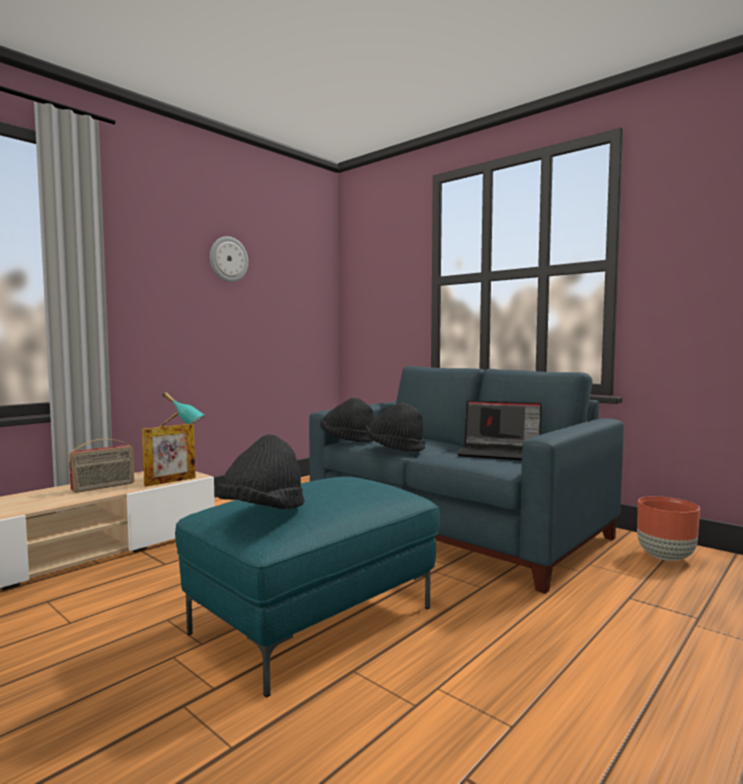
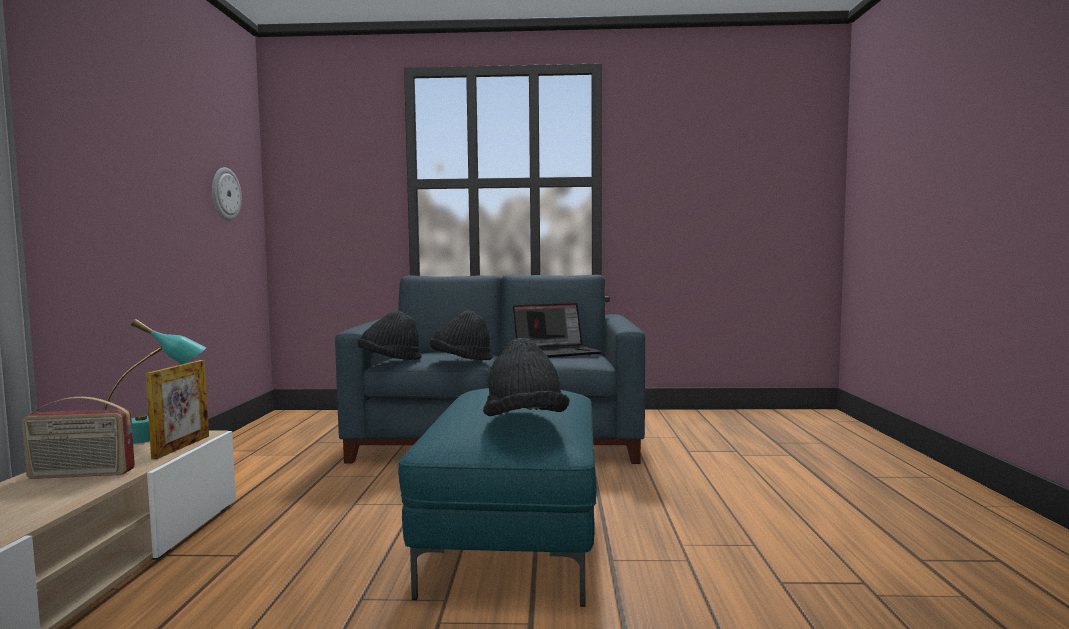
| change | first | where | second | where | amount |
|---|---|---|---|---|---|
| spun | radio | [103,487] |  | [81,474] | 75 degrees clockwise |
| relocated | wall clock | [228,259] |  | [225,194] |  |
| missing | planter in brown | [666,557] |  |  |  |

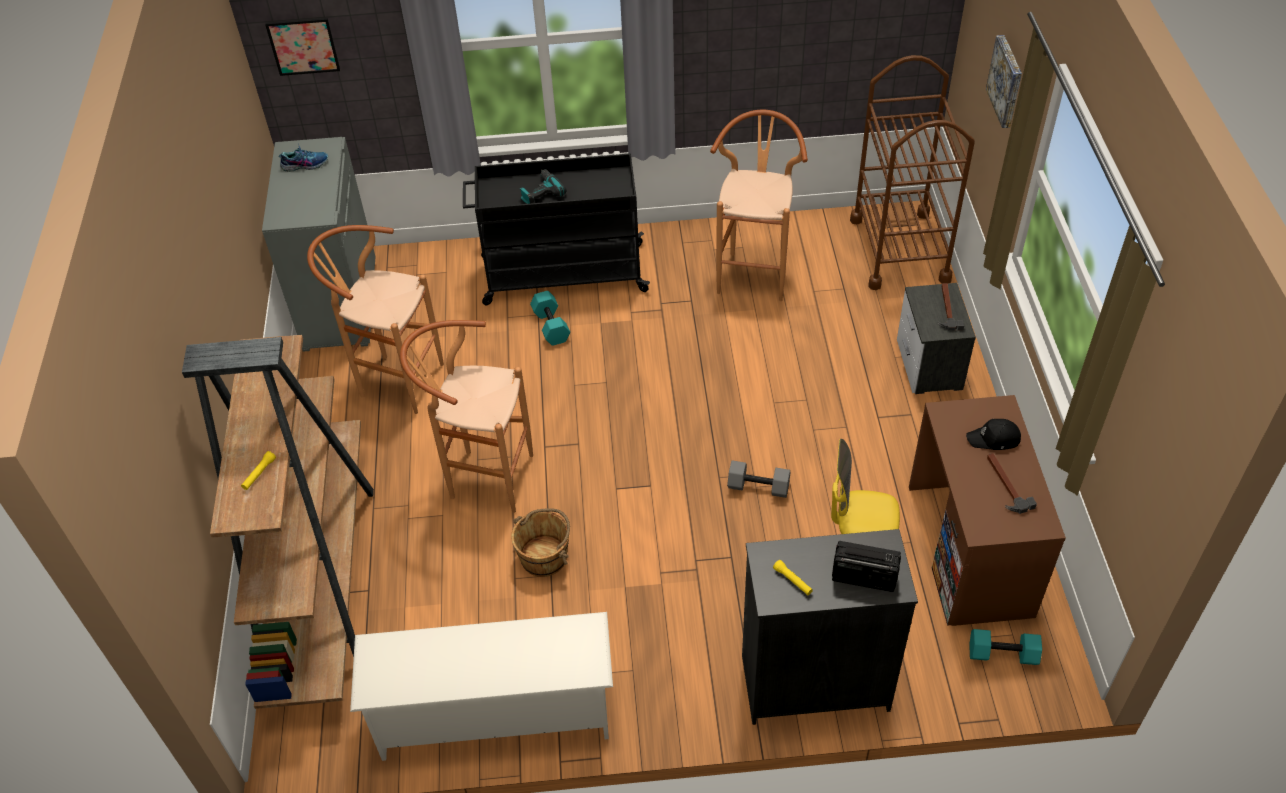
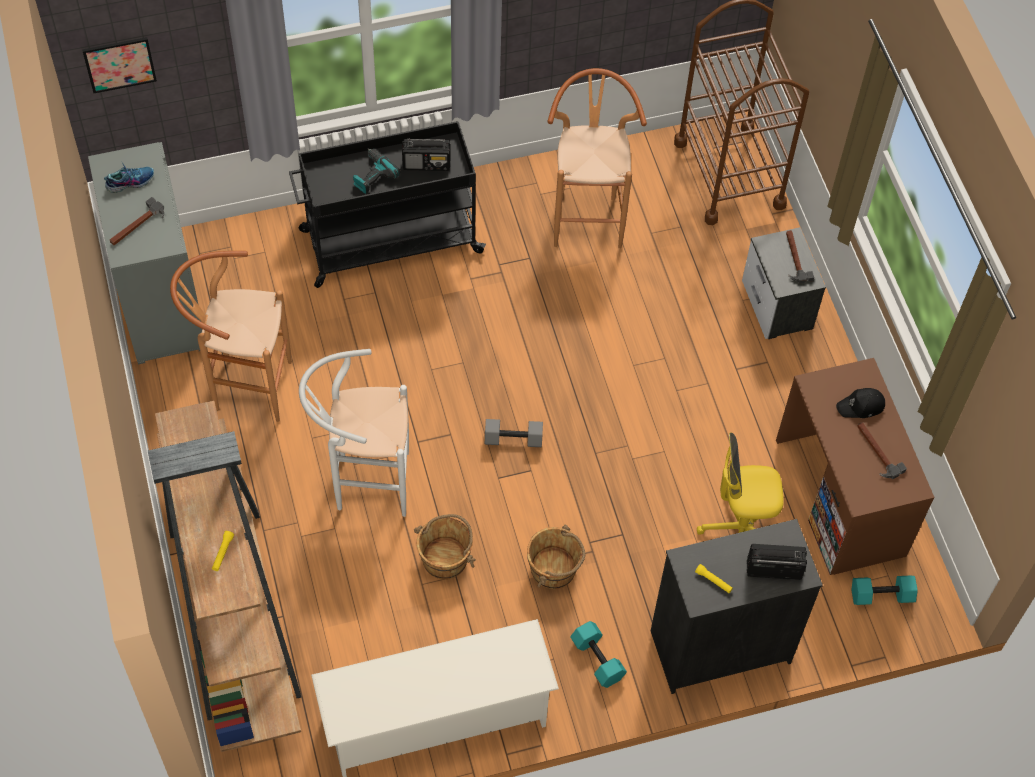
| change | first | where | second | where | amount |
|---|---|---|---|---|---|
| appeared |  |  | hammer | [137,225] |  |
| colour | stool in brown | [483,477] | stool in white | [364,483] |  |
| appeared |  |  | radio | [427,164] |  |
| relocated | dumbbell in grey | [759,486] |  | [514,438] |  |
| appeared |  |  | bucket in brown | [554,569] |  |
| relocated | dumbbell in turquoise | [550,326] |  | [596,659] |  |
| missing | picture | [1007,81] |  |  |  |

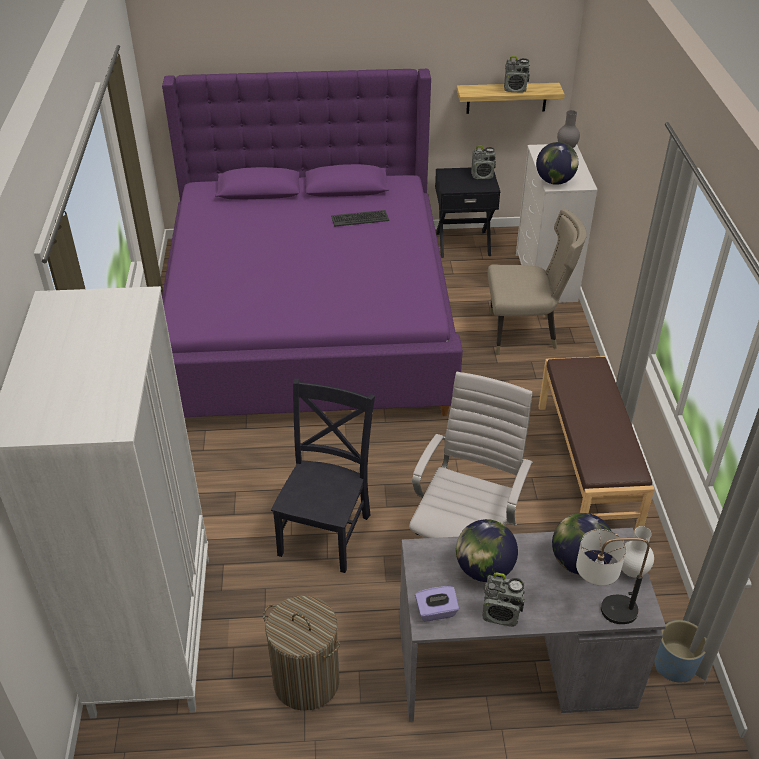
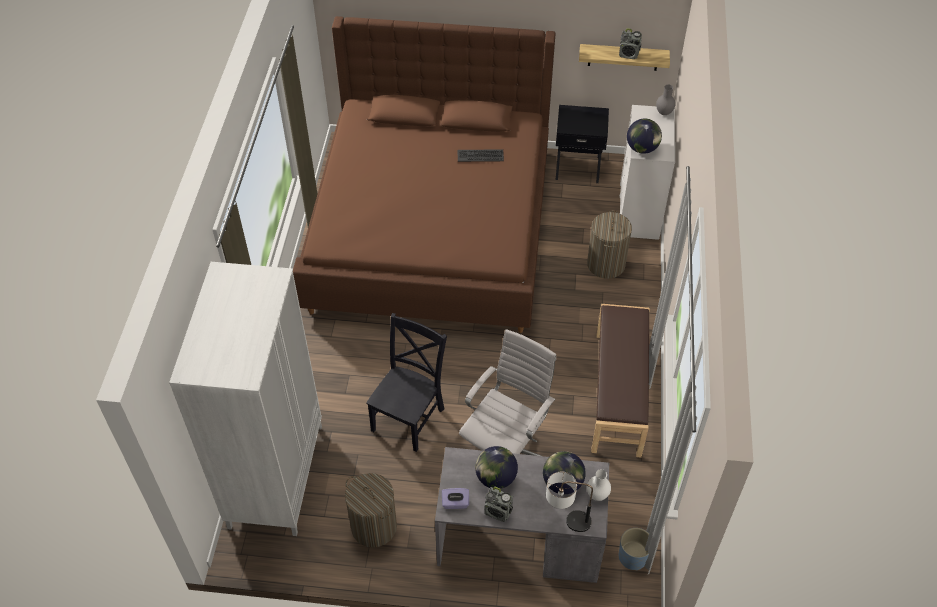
| change | first | where | second | where | amount |
|---|---|---|---|---|---|
| colour | bed in purple | [309,320] | bed in brown | [432,229] |  |
| exchanged | chair in beige | [525,333] | laundry basket | [606,264] |  |
| missing | radio | [482,176] |  |  |  |

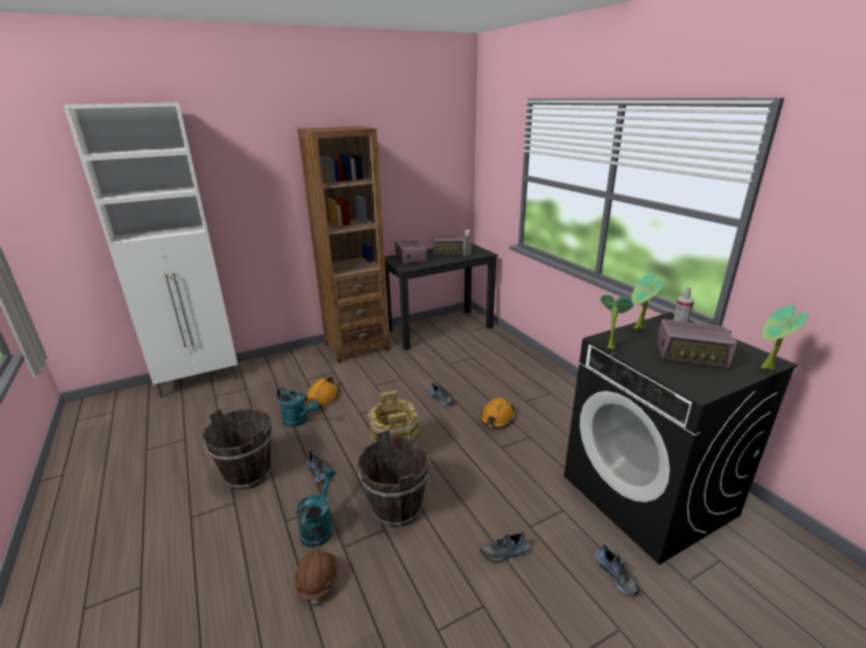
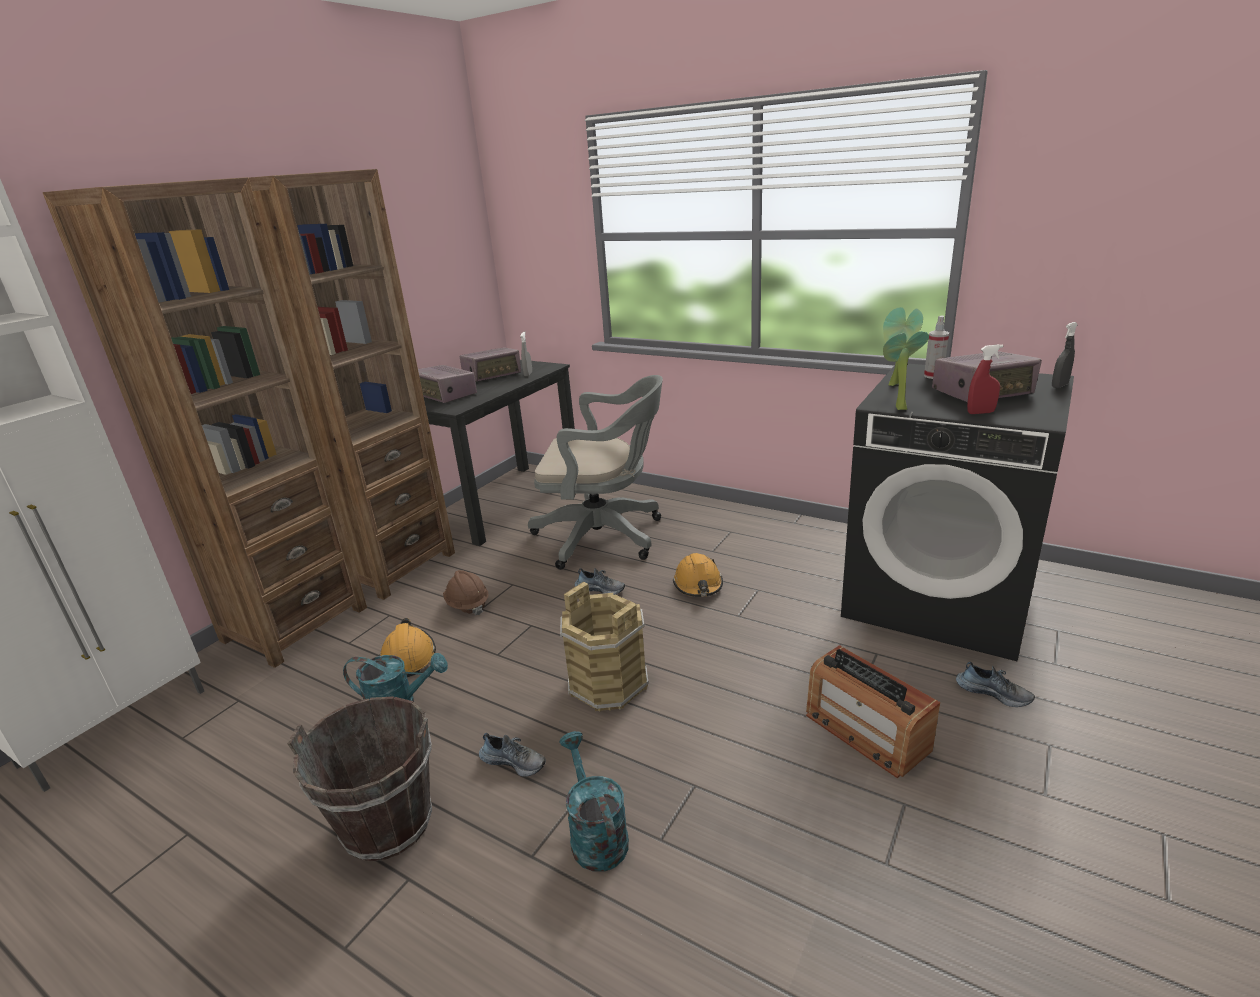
| change | first | where | second | where | amount |
|---|---|---|---|---|---|
| appeared |  |  | bookcase in brown | [294,624] |  |
| relocated | hard hat in brown | [317,582] |  | [467,605] |  |
| appeared |  |  | office chair in grey | [605,536] |  |
| exchanged | shoe | [505,553] | radio | [866,732] |  |
| appeared |  |  | spray bottle in red | [981,412] |  |
| exchanged | potted plant | [767,369] | spray bottle in grey | [1059,386] |  |
| missing | bucket in brown | [396,508] |  |  |  |

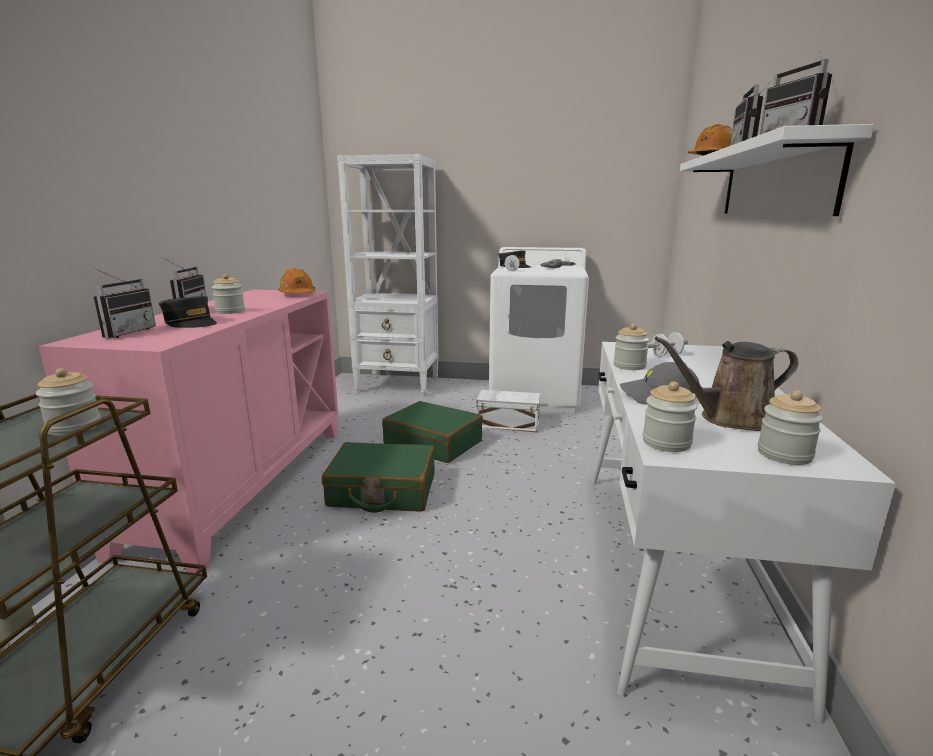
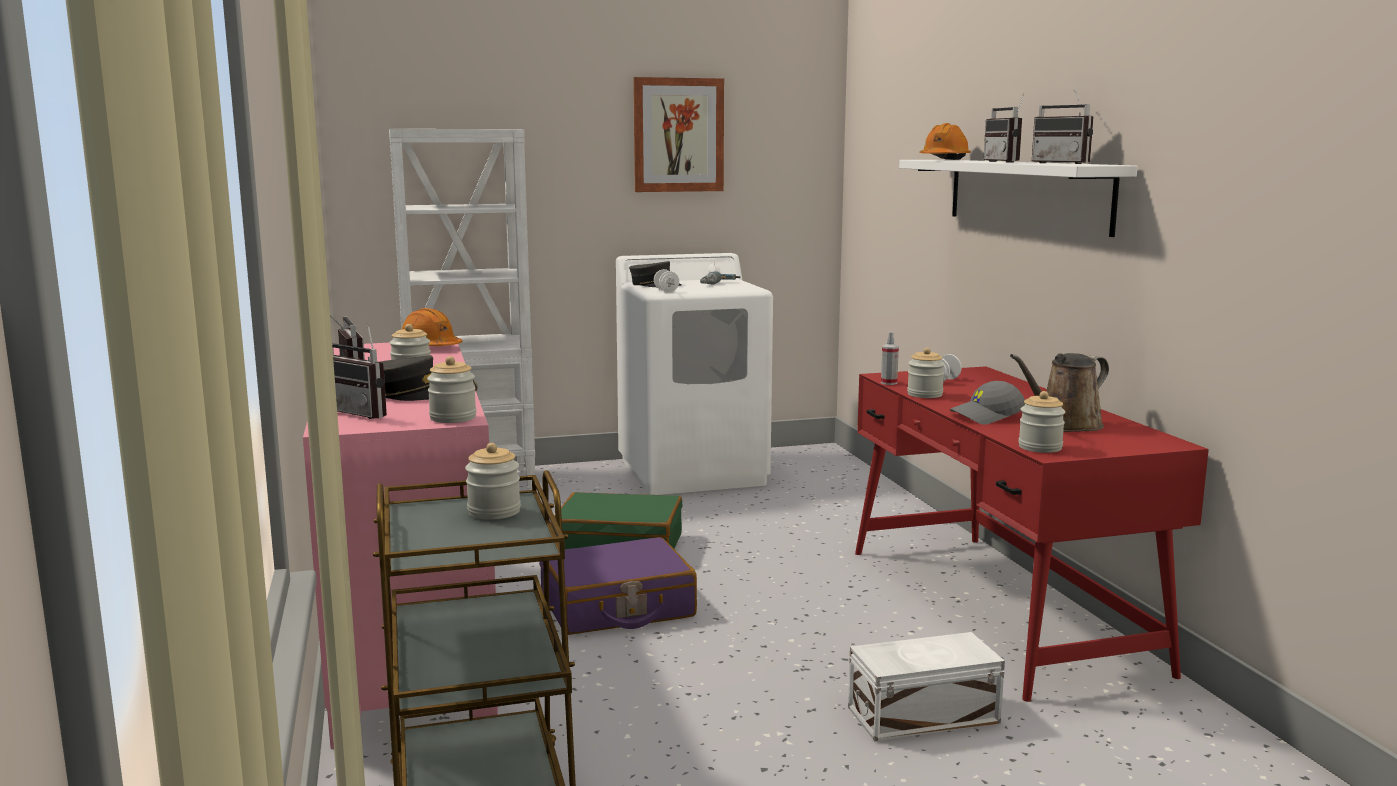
| change | first | where | second | where | amount |
|---|---|---|---|---|---|
| spun | radio | [125,332] |  | [363,412] | 135 degrees clockwise |
| relocated | jar | [784,454] |  | [453,418] |  |
| colour | suitcase in green | [382,491] | suitcase in purple | [617,607] |  |
| appeared |  |  | picture | [678,135] |  |
| relocated | storage box in white | [507,424] |  | [920,714] |  |
| colour | desk in white | [671,566] | desk in red | [996,608] |  |
| appeared |  |  | spray bottle | [889,383] |  |

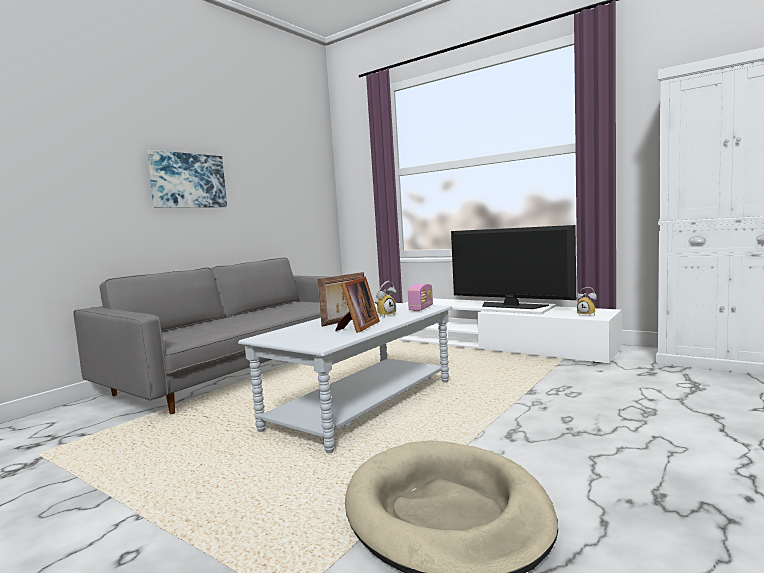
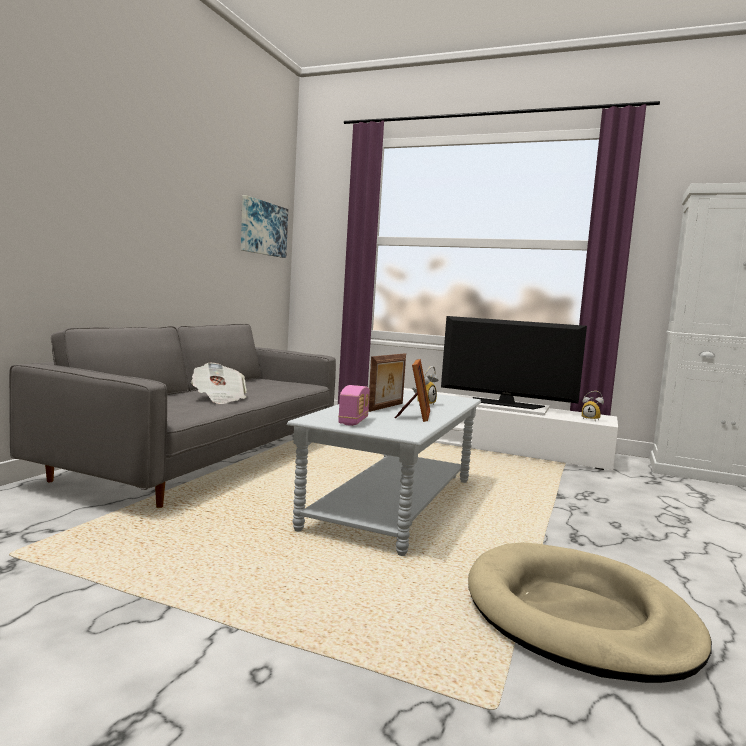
| change | first | where | second | where | amount |
|---|---|---|---|---|---|
| appeared |  |  | newspaper | [219,398] |  |
| relocated | picture | [187,180] |  | [263,228] |  |
| relocated | radio | [421,308] |  | [353,421] |  |

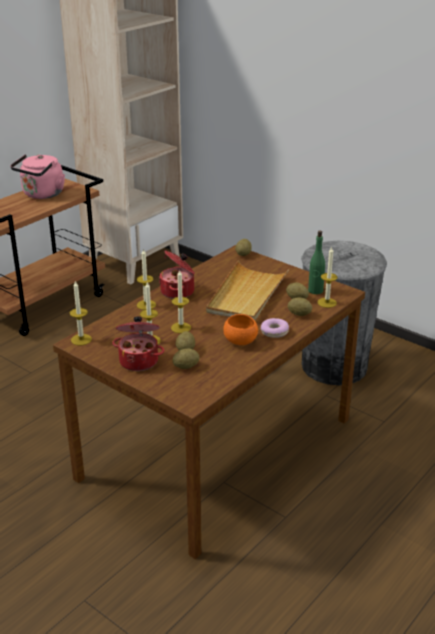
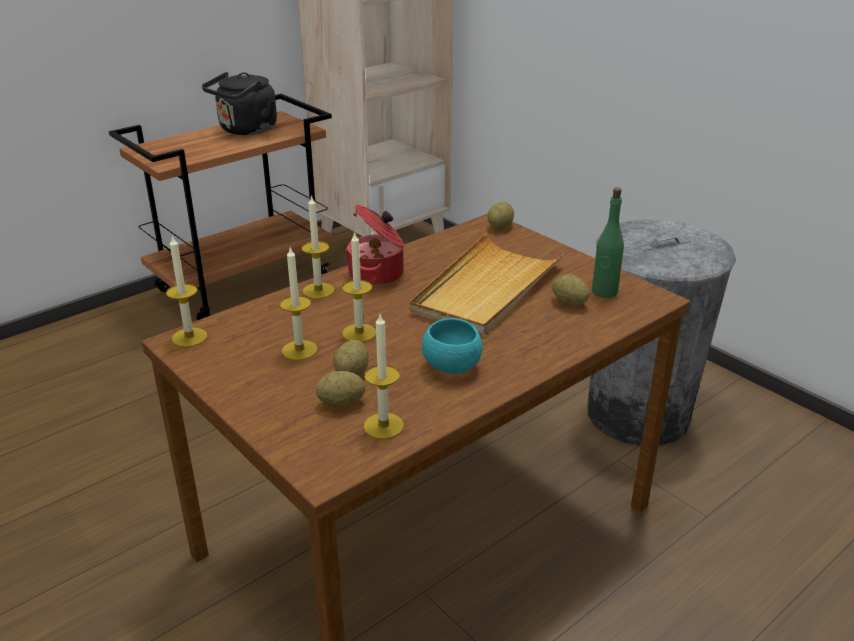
| change | first | where | second | where | amount |
|---|---|---|---|---|---|
| colour | kettle in pink | [42,195] | kettle in black | [246,130] |  |
| relocated | candle | [327,302] |  | [383,426] |  |
| colour | bowl in orange | [240,341] | bowl in turquoise | [451,367] |  |
| missing | cooking pot | [139,360] |  |  |  |
| missing | donut | [274,332] |  |  |  |
| missing | potato | [299,314] |  |  |  |

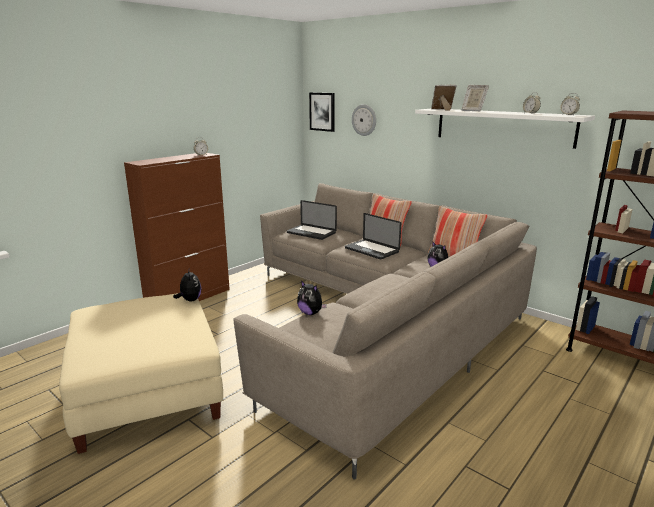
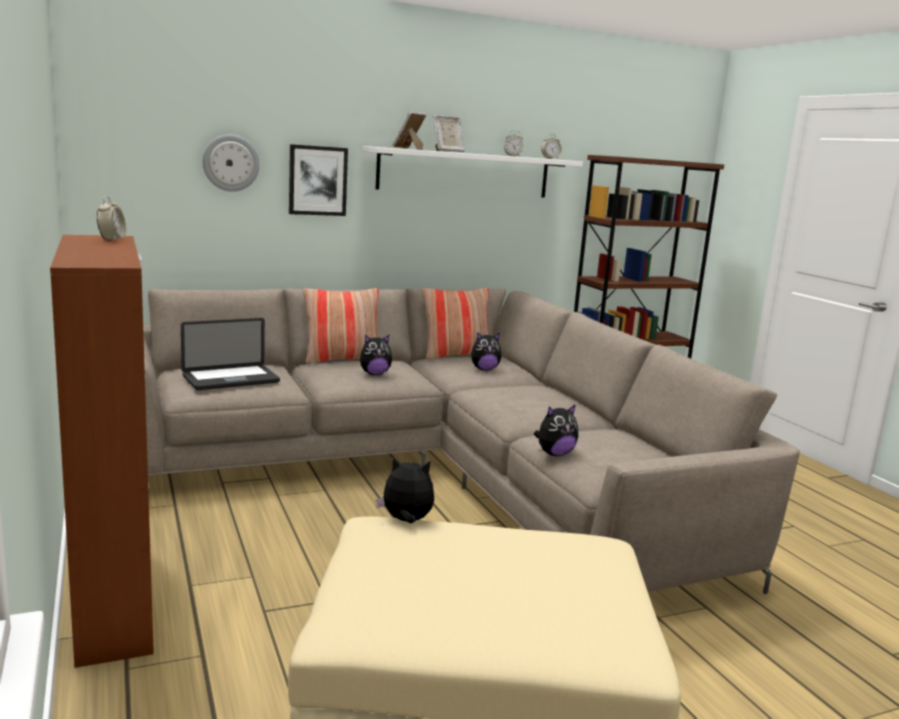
| change | first | where | second | where | amount |
|---|---|---|---|---|---|
| relocated | picture | [322,111] |  | [317,180] |  |
| exchanged | laptop | [371,250] | plush toy | [374,374] |  |

